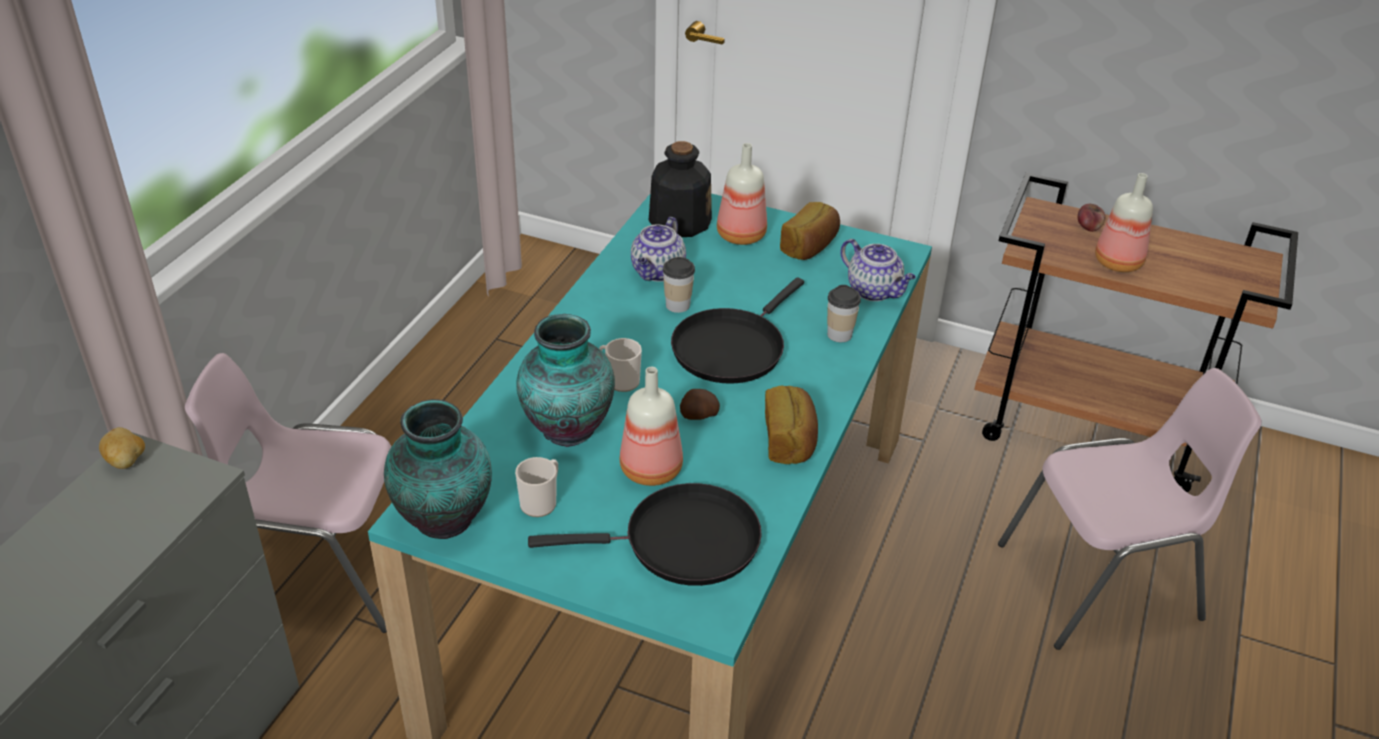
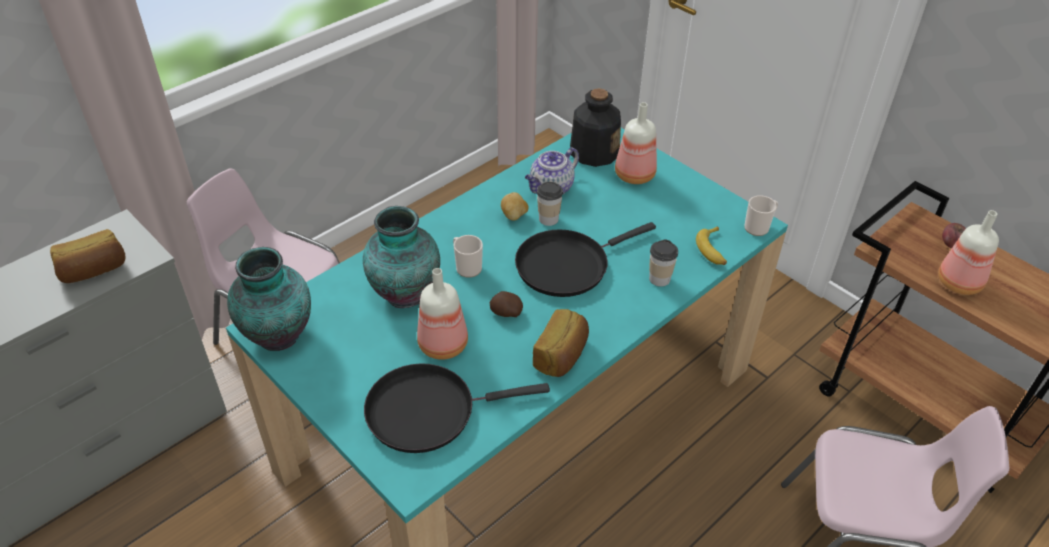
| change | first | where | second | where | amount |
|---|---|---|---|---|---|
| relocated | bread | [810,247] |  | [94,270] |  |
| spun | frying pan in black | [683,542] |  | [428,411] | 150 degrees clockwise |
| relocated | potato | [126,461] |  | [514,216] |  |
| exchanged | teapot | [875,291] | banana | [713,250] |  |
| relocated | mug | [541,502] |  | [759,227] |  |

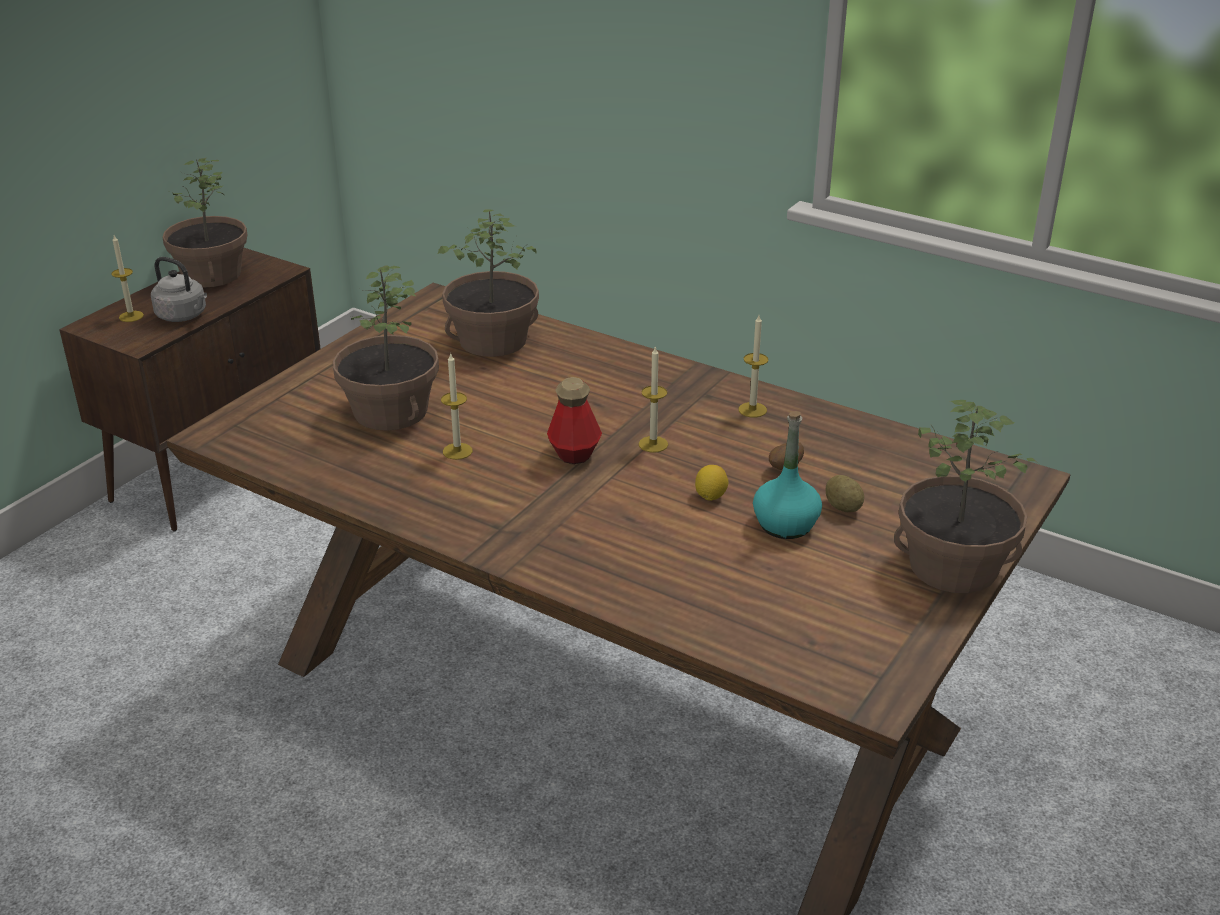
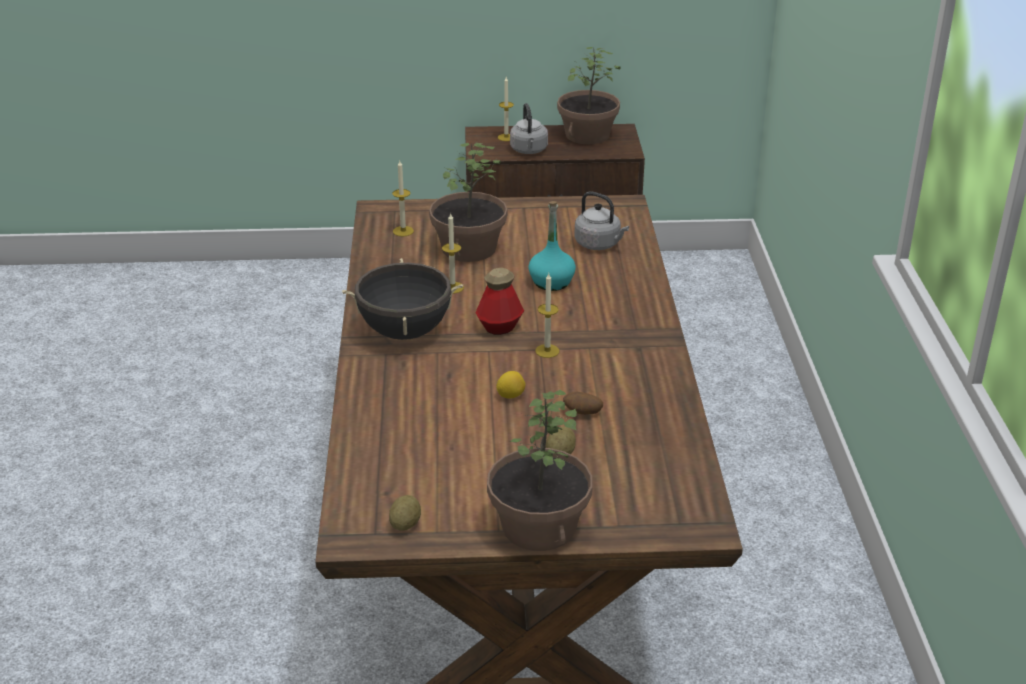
| change | first | where | second | where | amount |
|---|---|---|---|---|---|
| appeared |  |  | cooking pot in black | [405,332] |  |
| appeared |  |  | potato | [405,524] |  |
| relocated | candle | [752,410] |  | [403,231] |  |
| relocated | bottle in turquoise | [785,524] |  | [551,282] |  |
| exchanged | potted plant | [493,340] | kettle in grey | [599,244] |  |

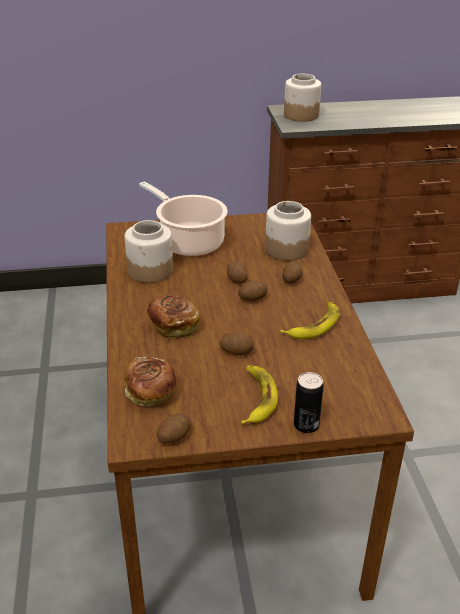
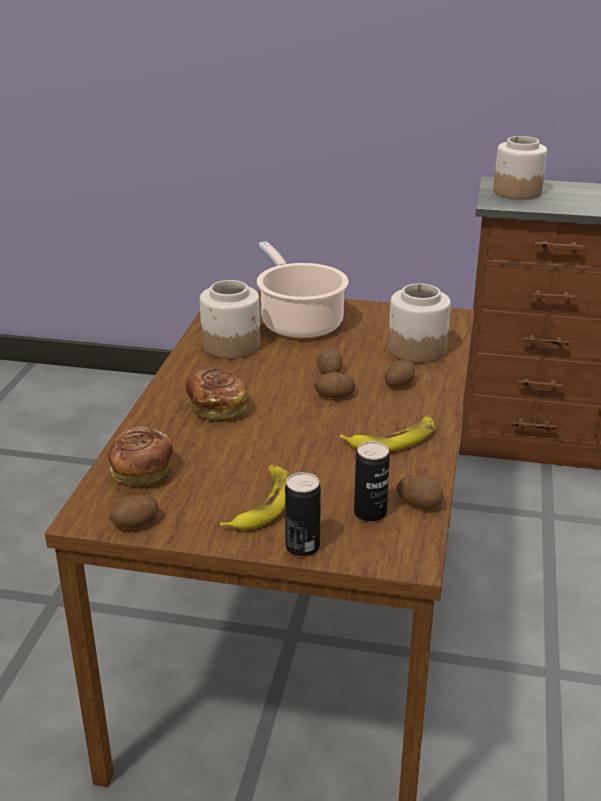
| change | first | where | second | where | amount |
|---|---|---|---|---|---|
| appeared |  |  | can | [370,513] |  |
| relocated | potato | [236,351] |  | [420,502] |  |

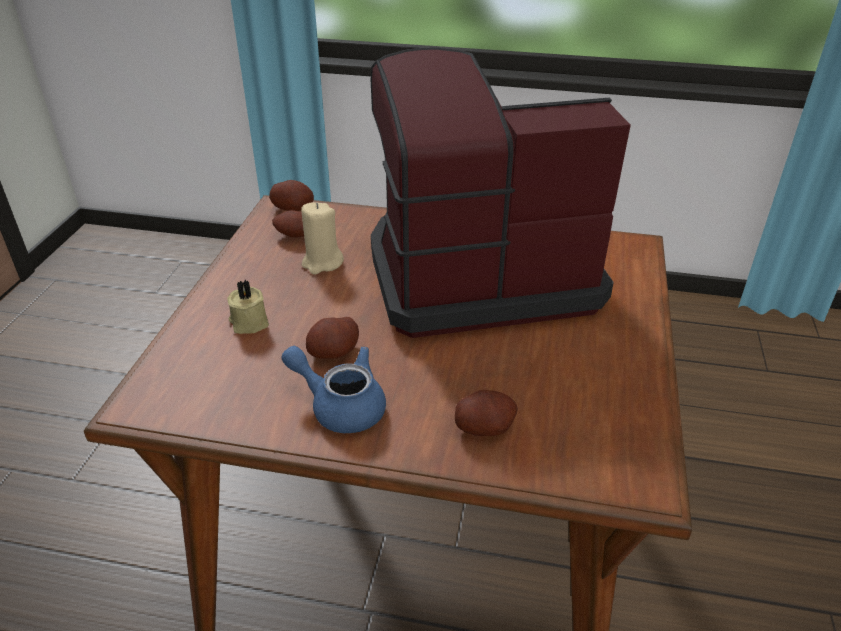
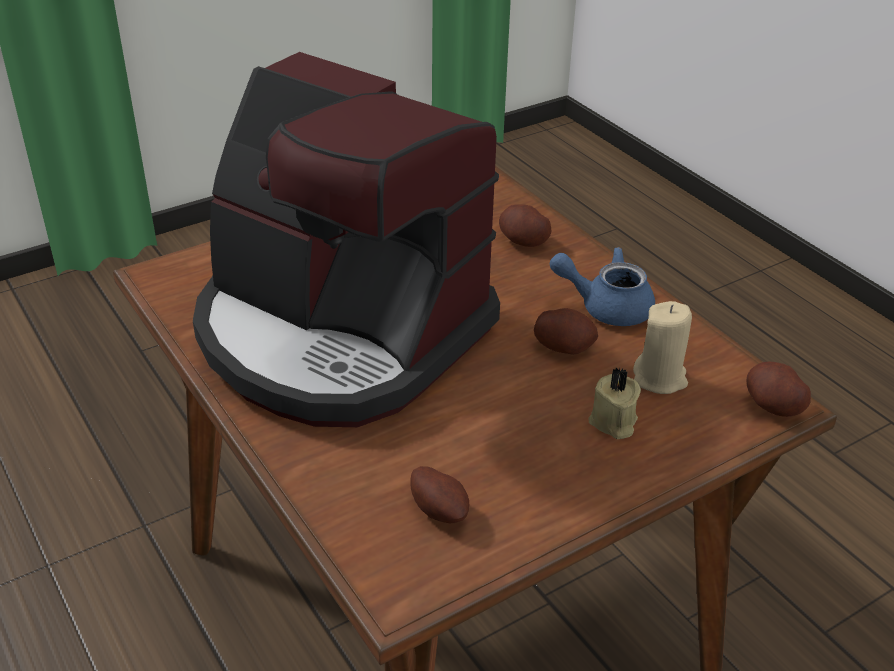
| change | first | where | second | where | amount |
|---|---|---|---|---|---|
| spun | teapot in blue | [340,405] |  | [606,306] | 120 degrees clockwise |
| relocated | candle in beige | [322,263] |  | [660,378] |  |
| relocated | potato | [293,208] |  | [773,405] |  |

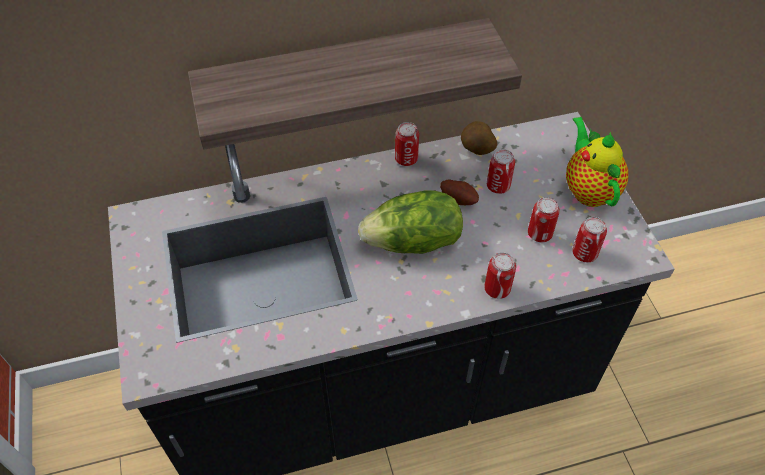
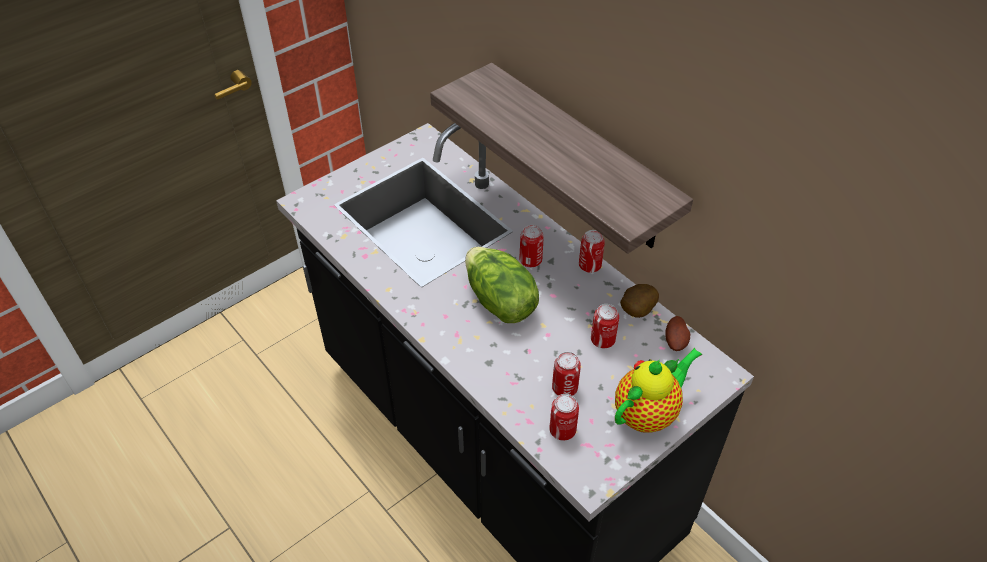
| change | first | where | second | where | amount |
|---|---|---|---|---|---|
| relocated | can | [497,289] |  | [530,260] |  |
| relocated | potato | [459,199] |  | [676,341] |  |

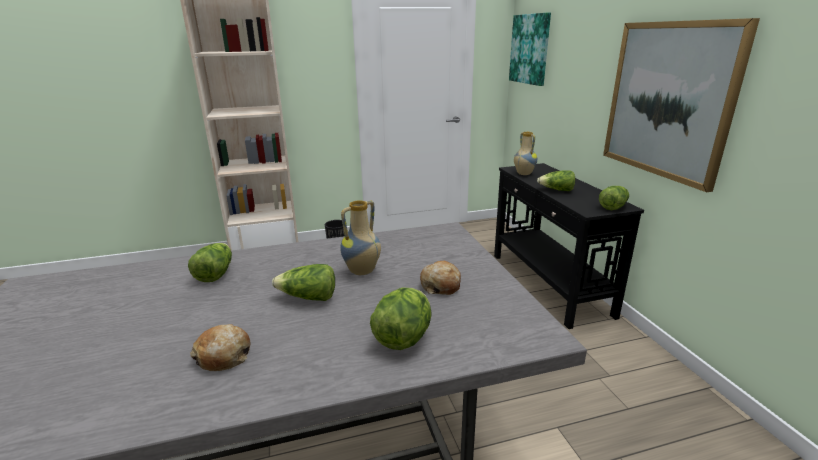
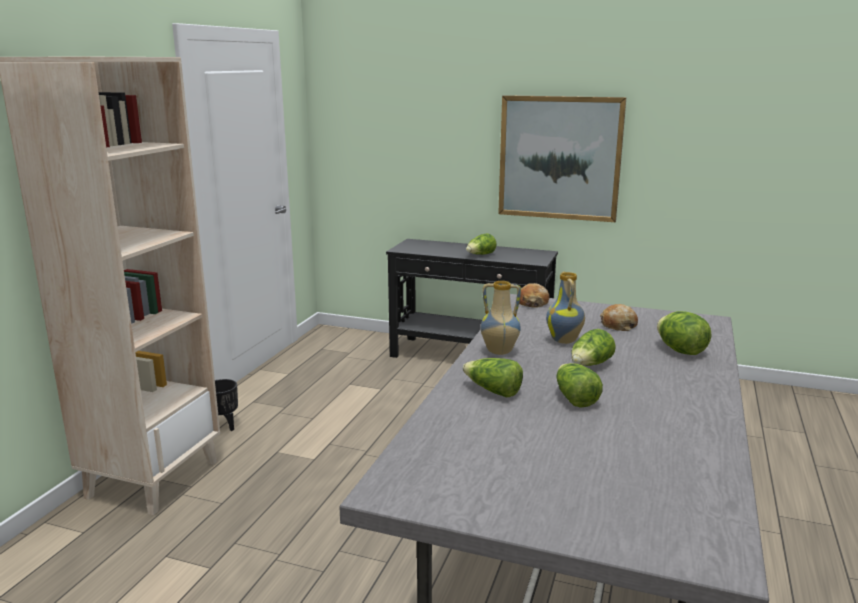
| change | first | where | second | where | amount |
|---|---|---|---|---|---|
| relocated | vase | [523,174] |  | [499,352] |  |
| relocated | bread | [223,356] |  | [532,303] |  |
| relocated | lettuce | [613,206] |  | [574,398] |  |
| missing | picture | [530,49] |  |  |  |

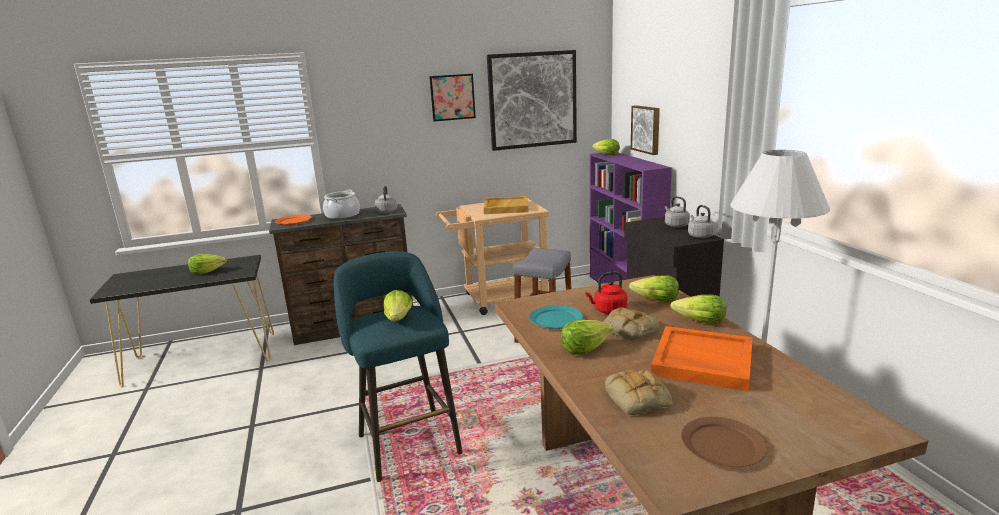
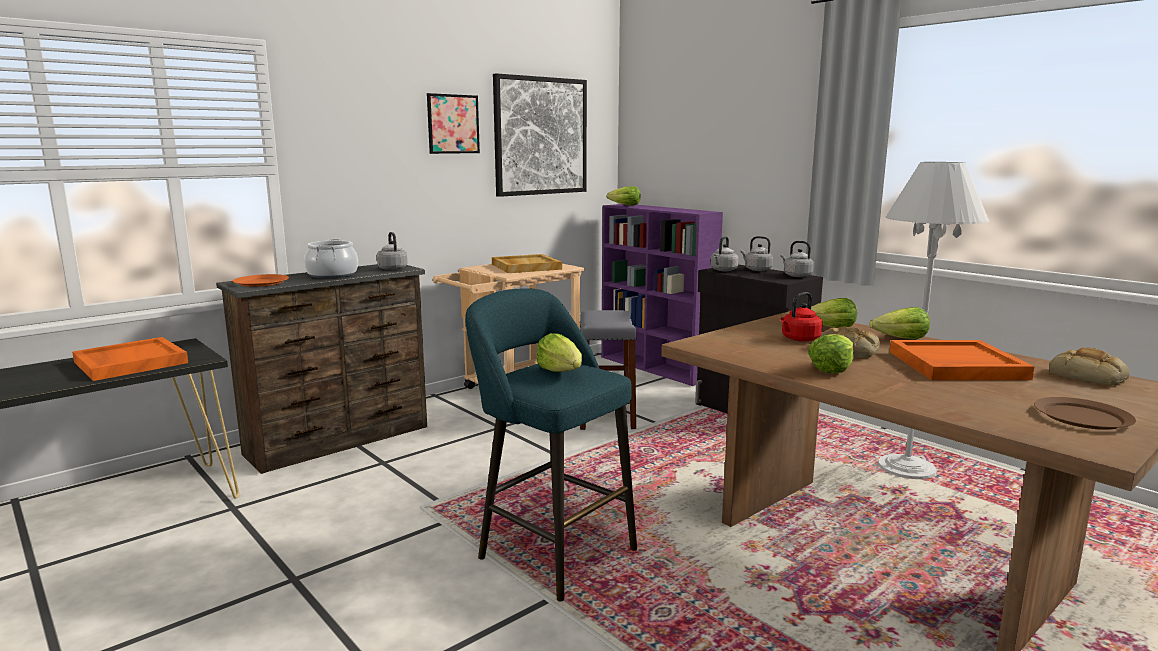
| change | first | where | second | where | amount |
|---|---|---|---|---|---|
| exchanged | lettuce | [207,272] | tray in orange | [130,362] |  |
| appeared |  |  | kettle in grey | [723,270] |  |
| relocated | bread | [639,399] |  | [1089,376] |  |
| missing | plate in turquoise | [555,319] |  |  |  |
| missing | picture | [646,129] |  |  |  |

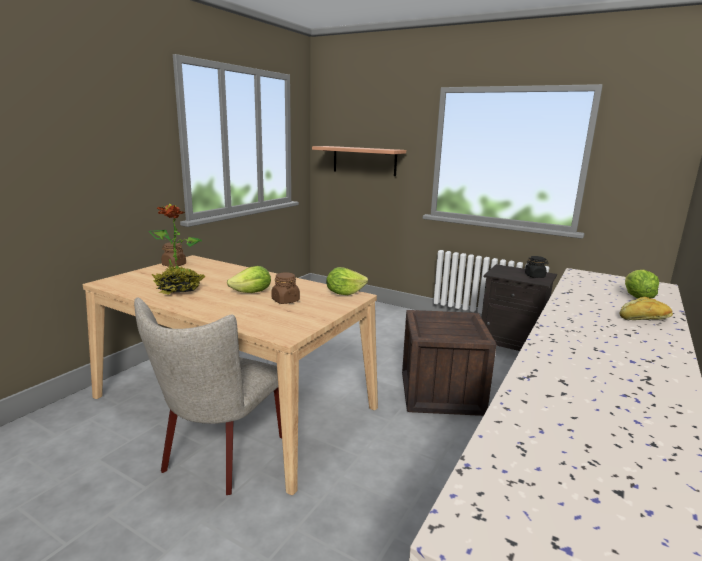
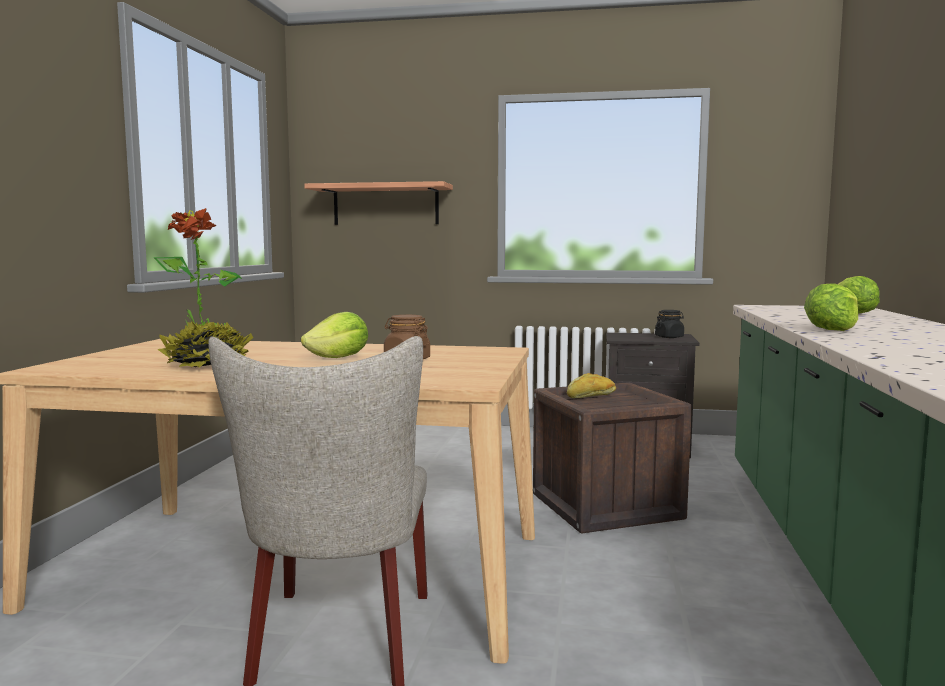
| change | first | where | second | where | amount |
|---|---|---|---|---|---|
| relocated | bread | [644,319] |  | [591,396] |  |
| relocated | lettuce | [344,293] |  | [831,330] |  |
| missing | jar in brown | [174,265] |  |  |  |

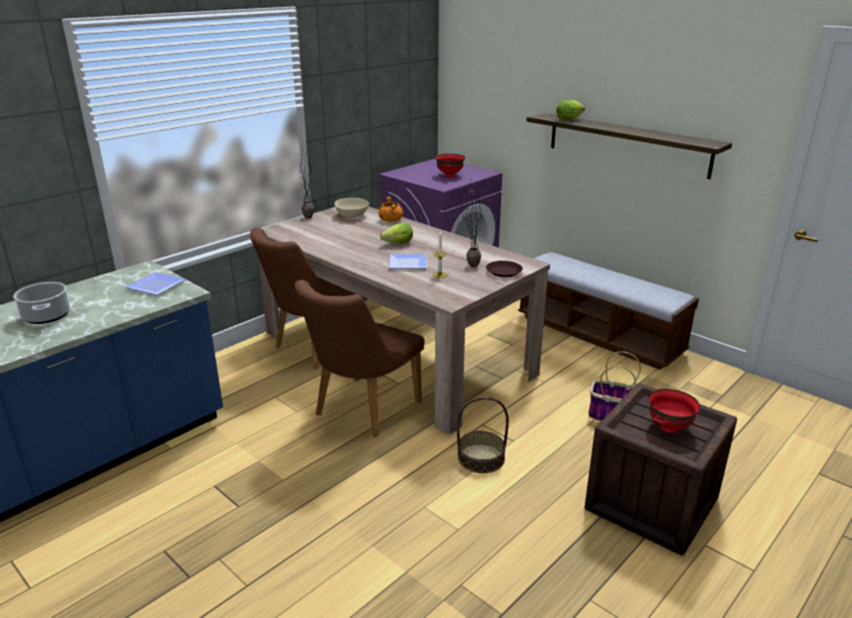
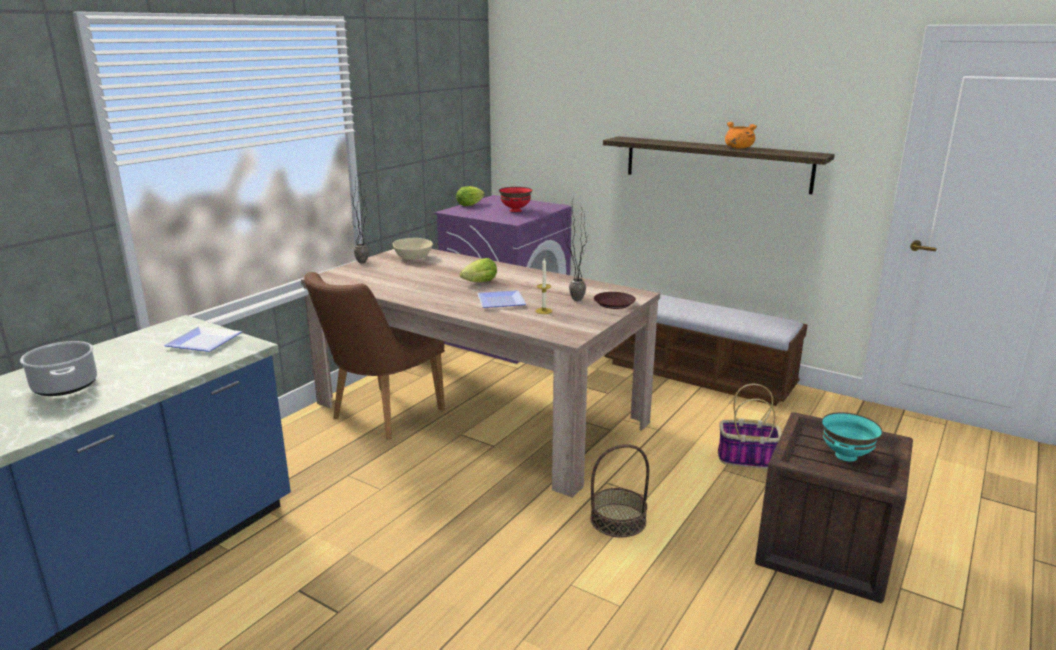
| change | first | where | second | where | amount |
|---|---|---|---|---|---|
| relocated | lettuce | [570,119] |  | [471,205] |  |
| relocated | cooking pot in orange | [390,220] |  | [738,148] |  |
| colour | bowl in red | [668,427] | bowl in turquoise | [845,455] |  |
| missing | chair in brown | [361,411] |  |  |  |

